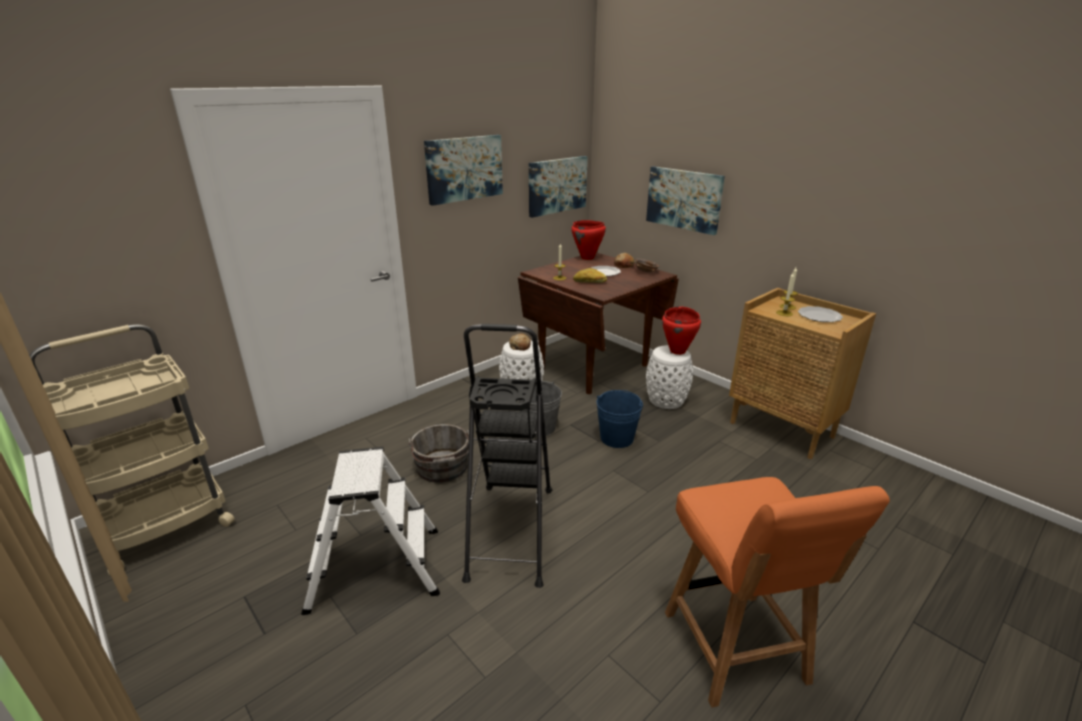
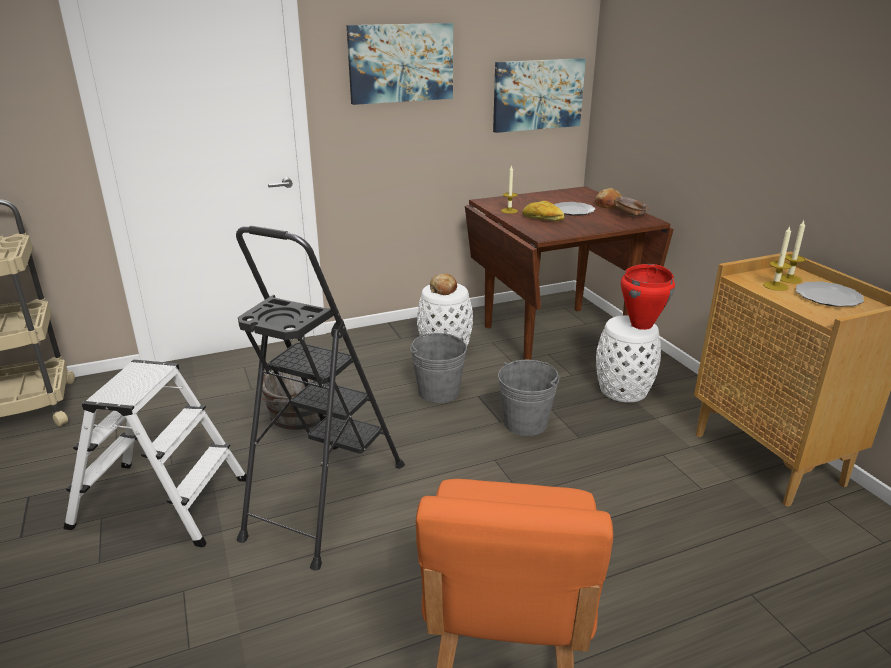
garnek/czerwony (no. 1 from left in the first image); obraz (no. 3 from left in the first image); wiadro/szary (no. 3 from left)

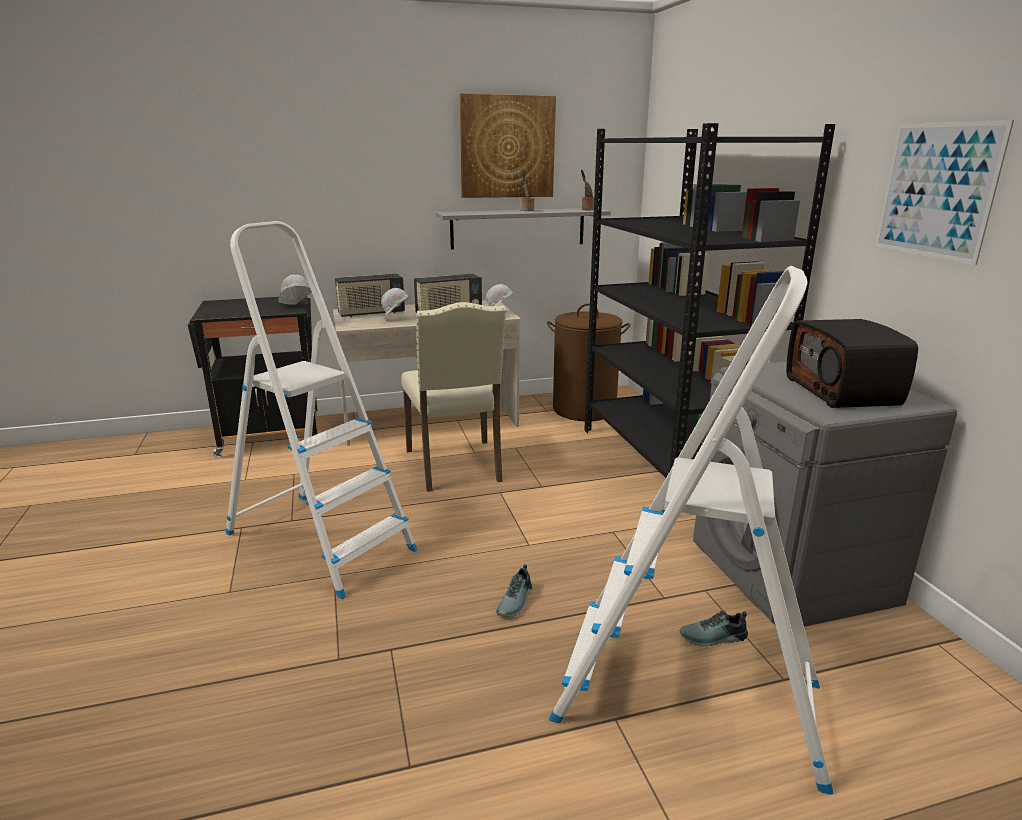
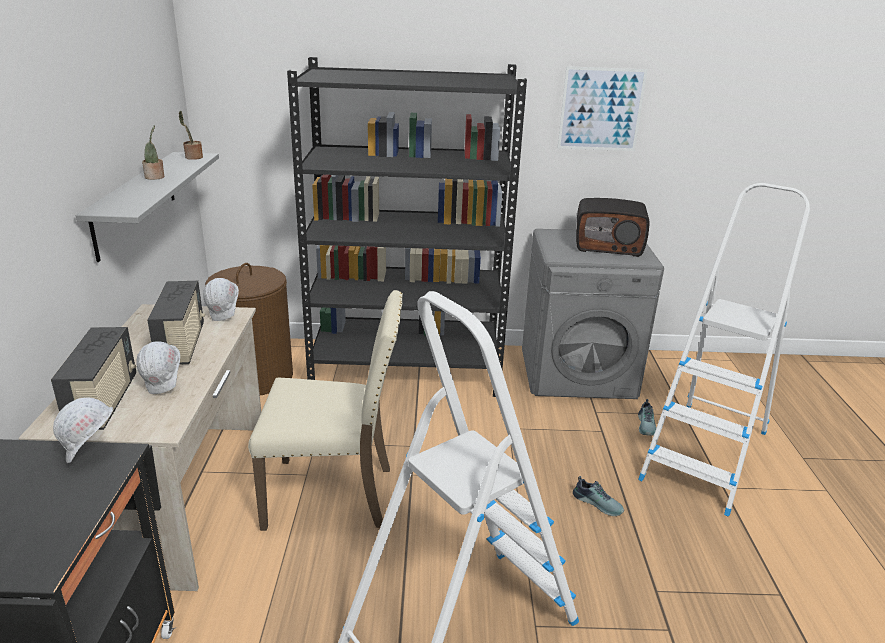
obraz (no. 1 from left in the first image)

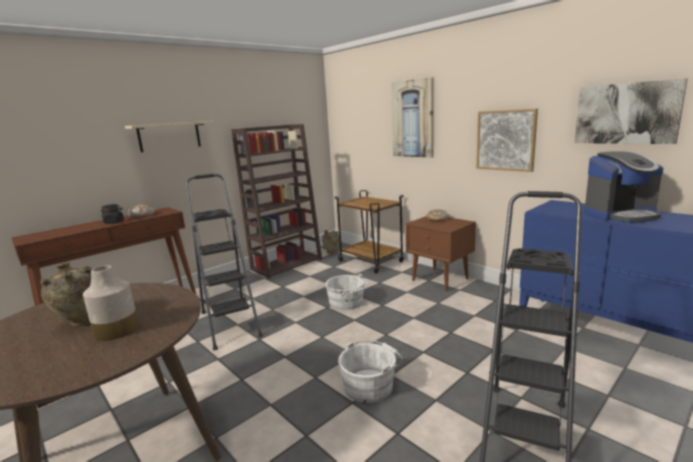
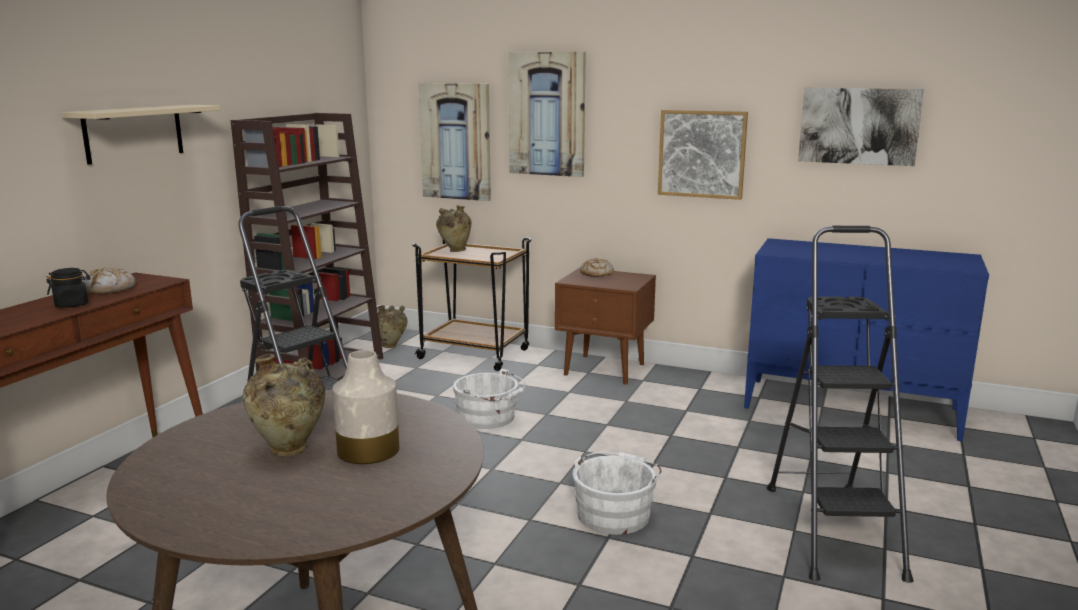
ekspres do kawy; obraz (no. 1 from left); wazon/beżowy (no. 4 from left)

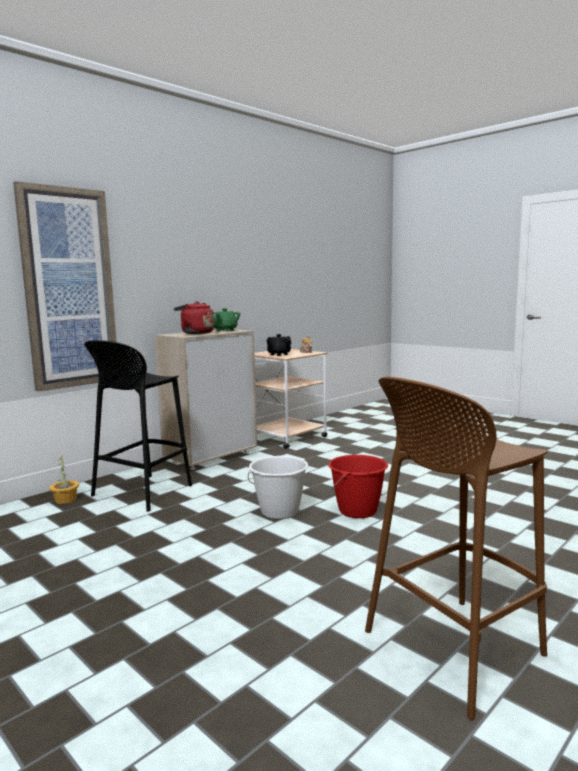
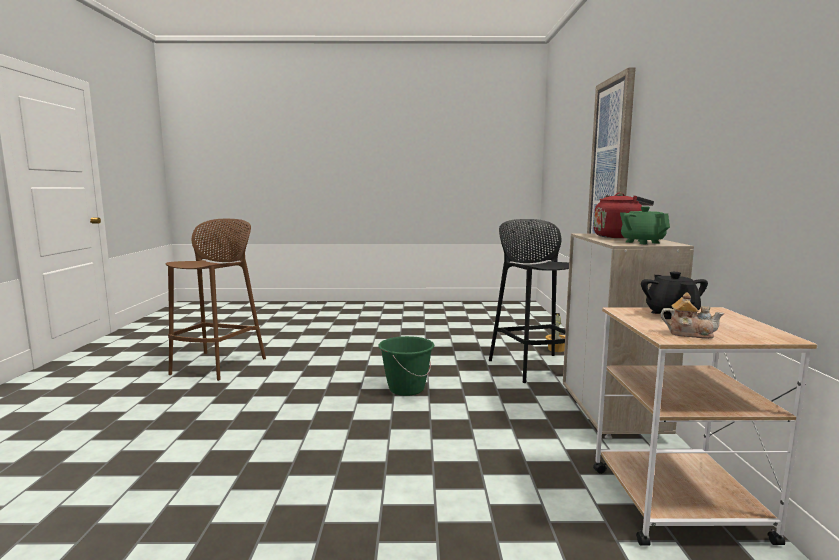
wiadro/czerwony; wiadro/zielony

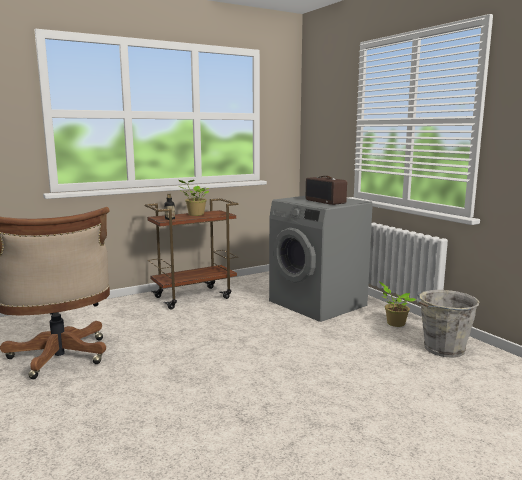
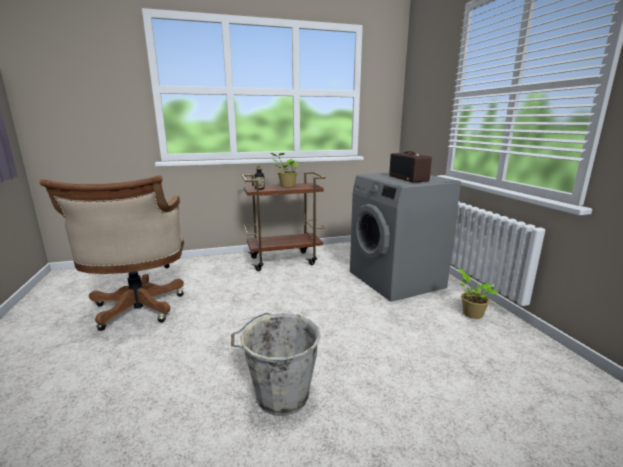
wiadro/szary

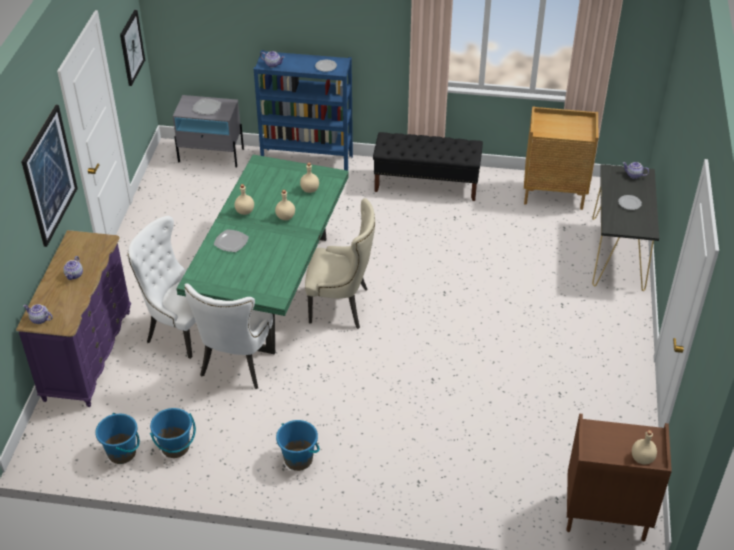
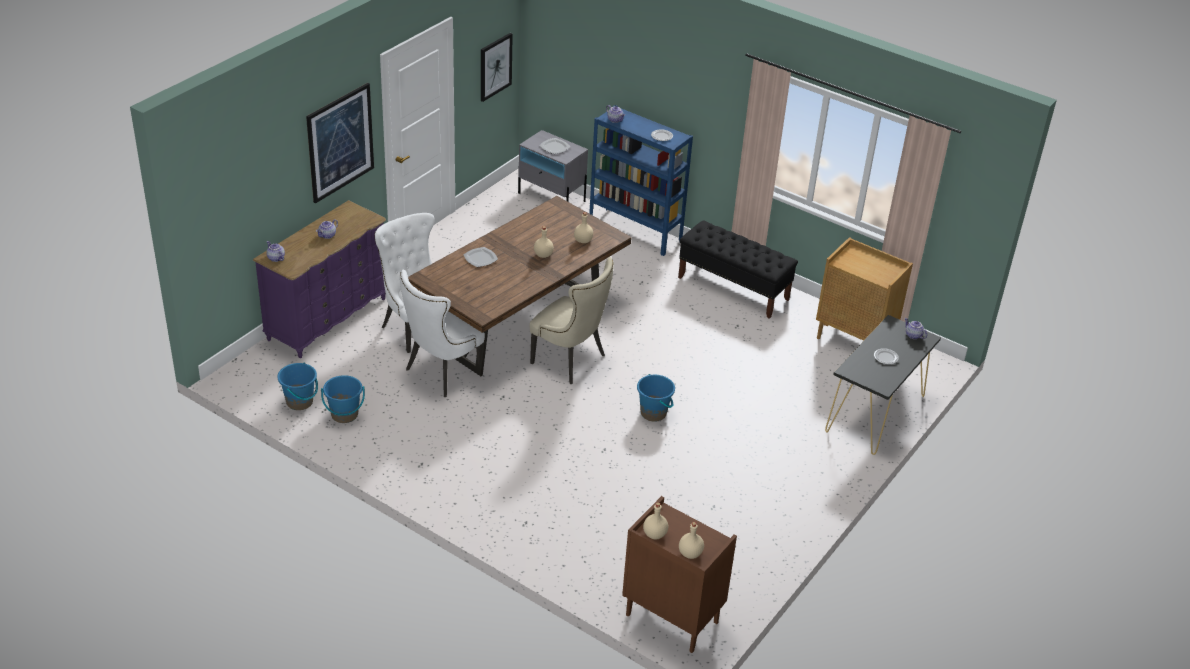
butelka/beżowy (no. 3 from left); wiadro/niebieski (no. 3 from left); stół jadalny/brązowy

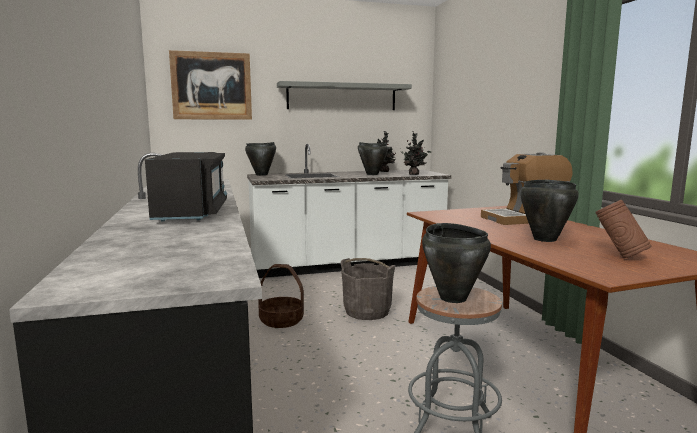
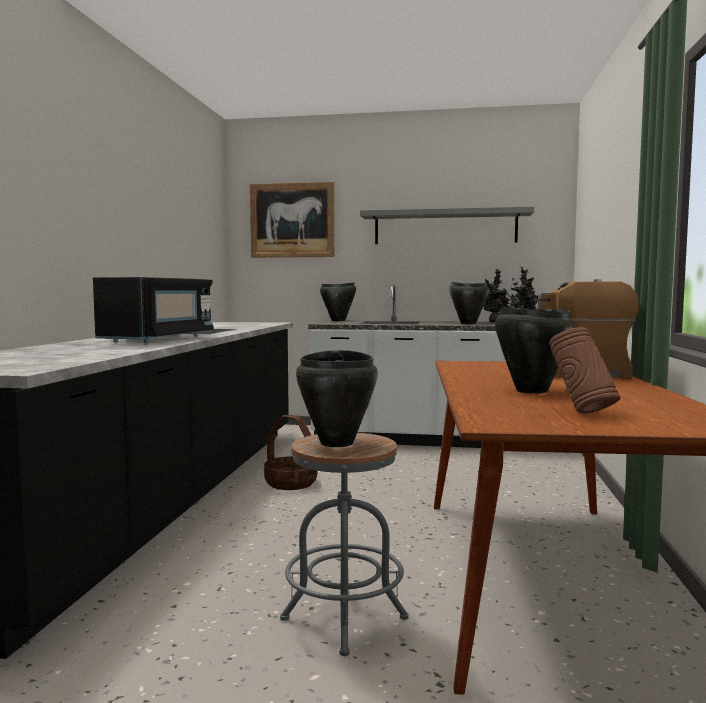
wiadro/szary

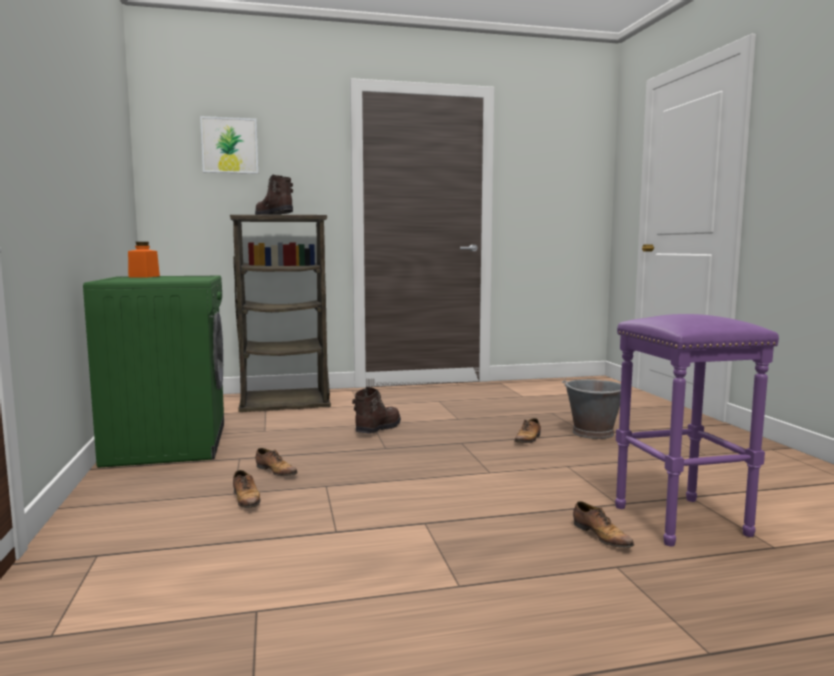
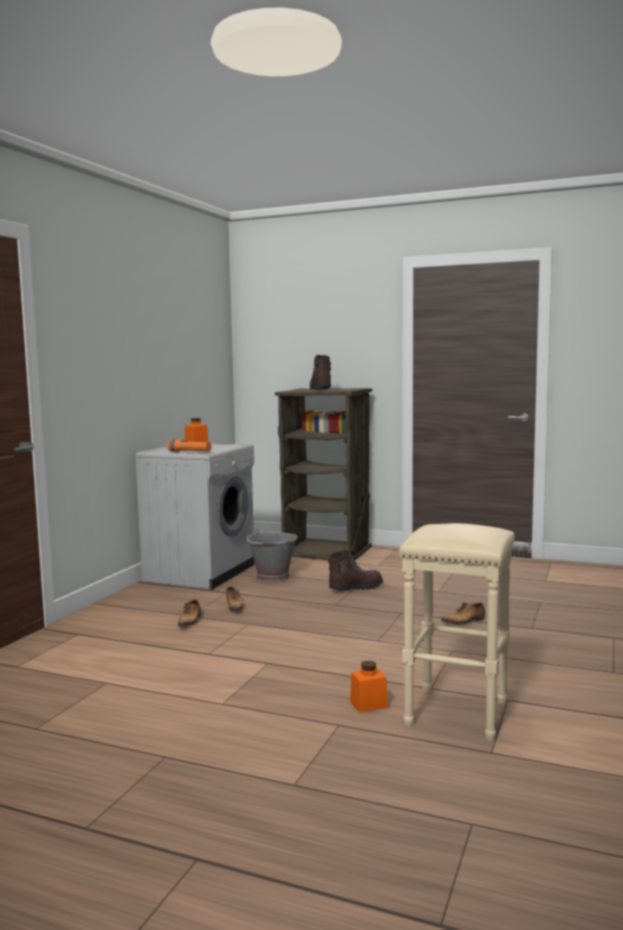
obraz; latarka/pomarańczowy; wiadro/szary; słoik/pomarańczowy (no. 2 from left); pralka/biały; stołek/beżowy

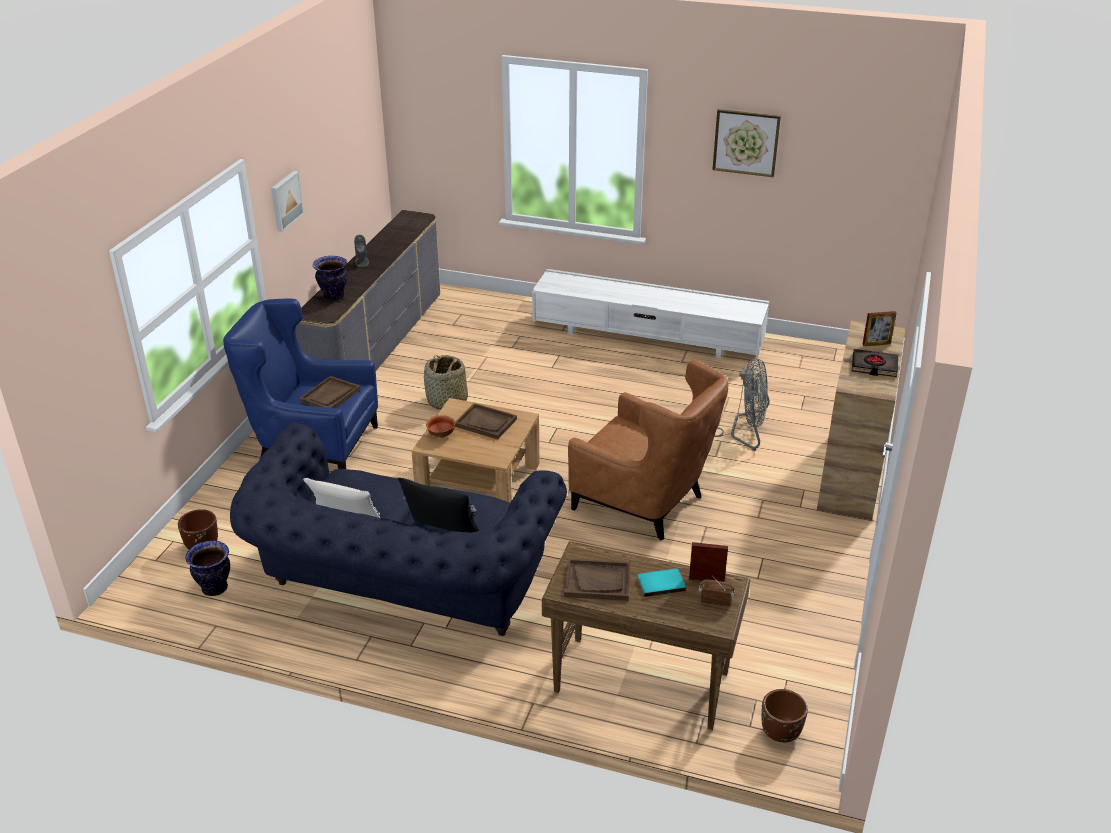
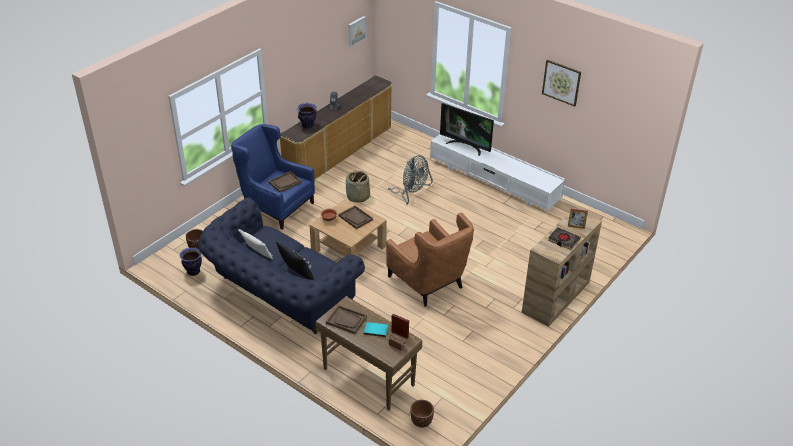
telewizor; obraz (no. 1 from left); wentylator/szary; szafka/brązowy

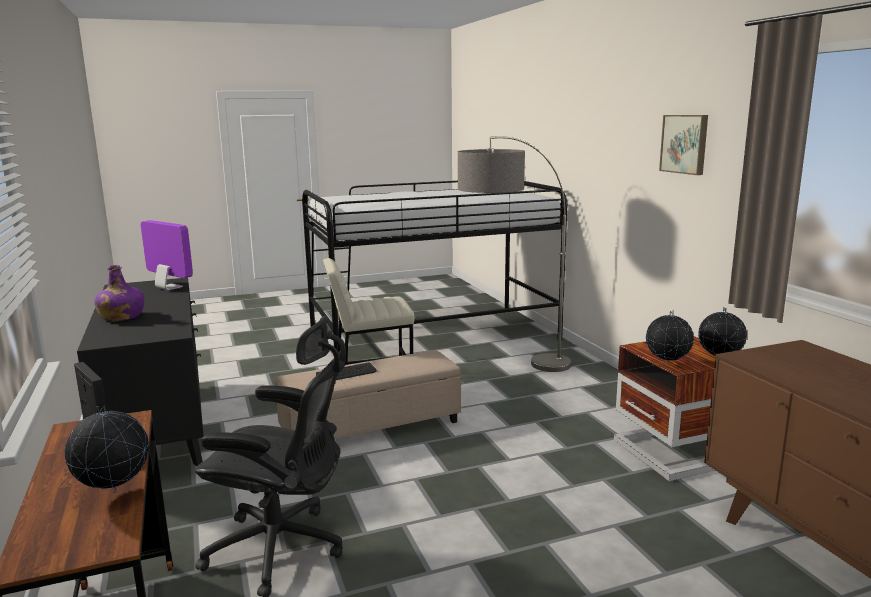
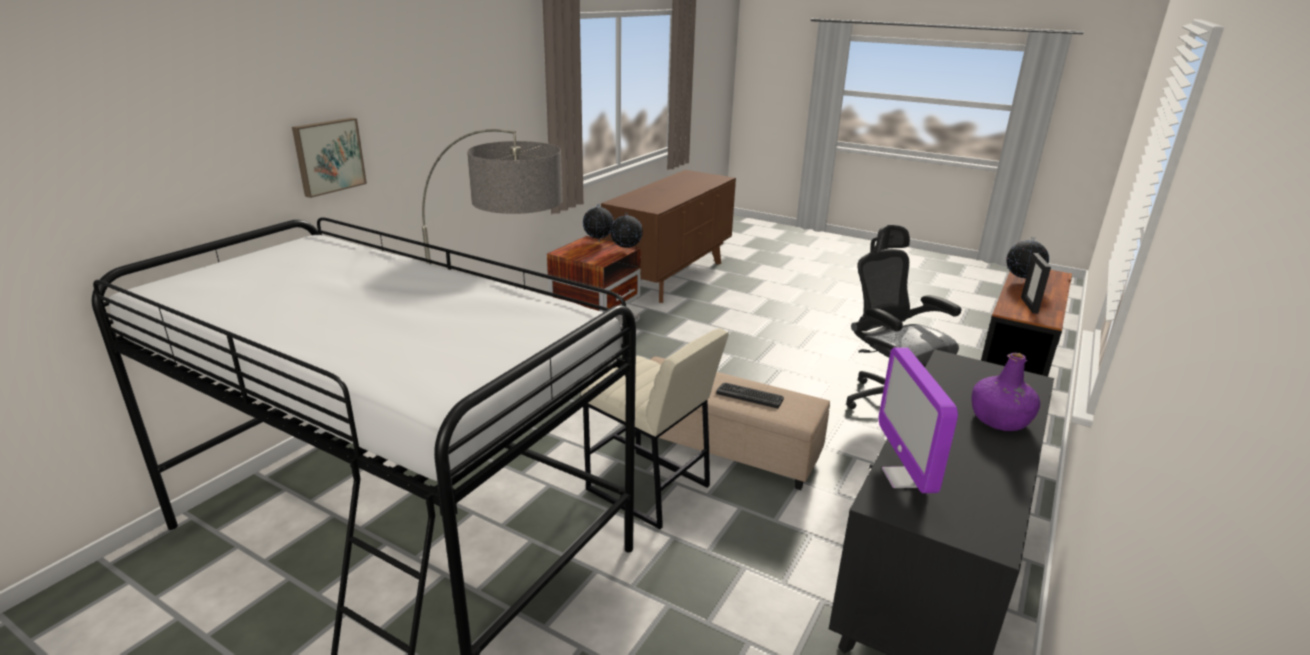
obraz

